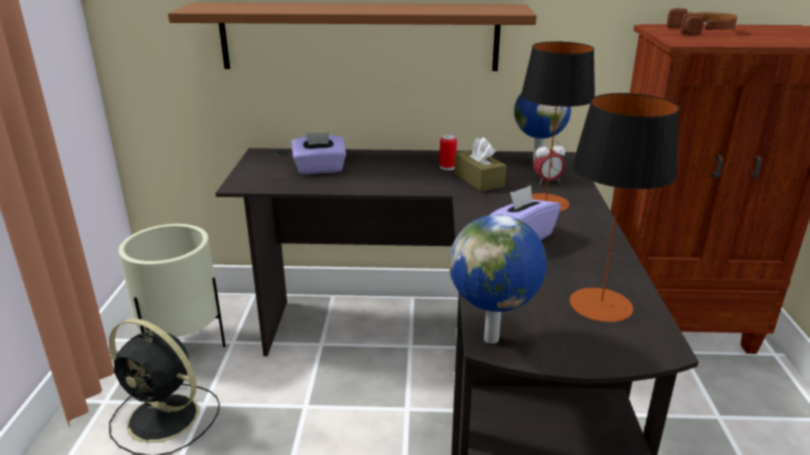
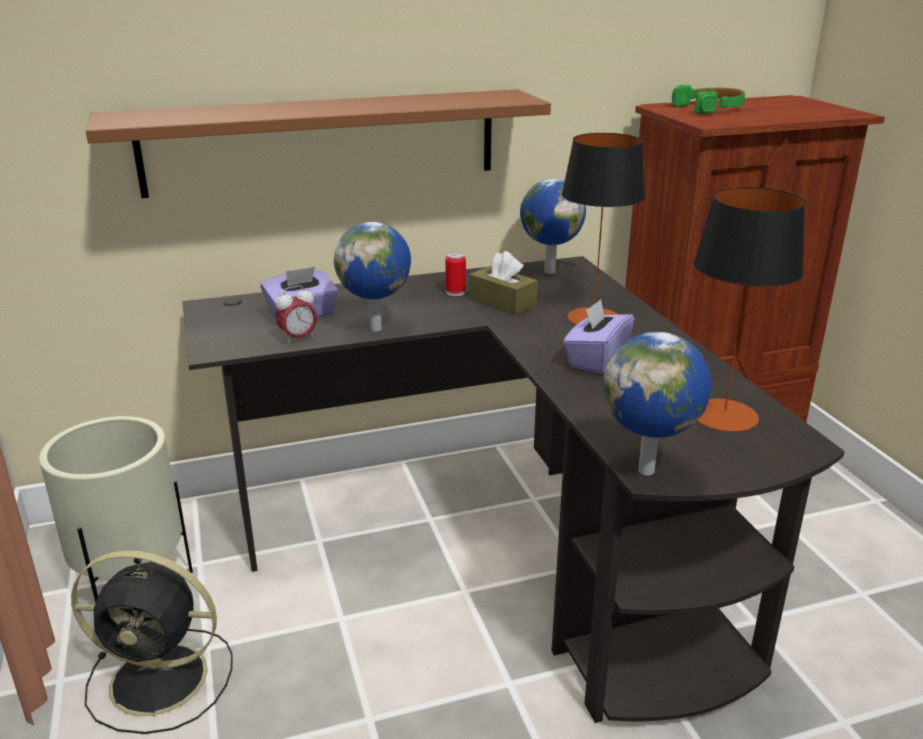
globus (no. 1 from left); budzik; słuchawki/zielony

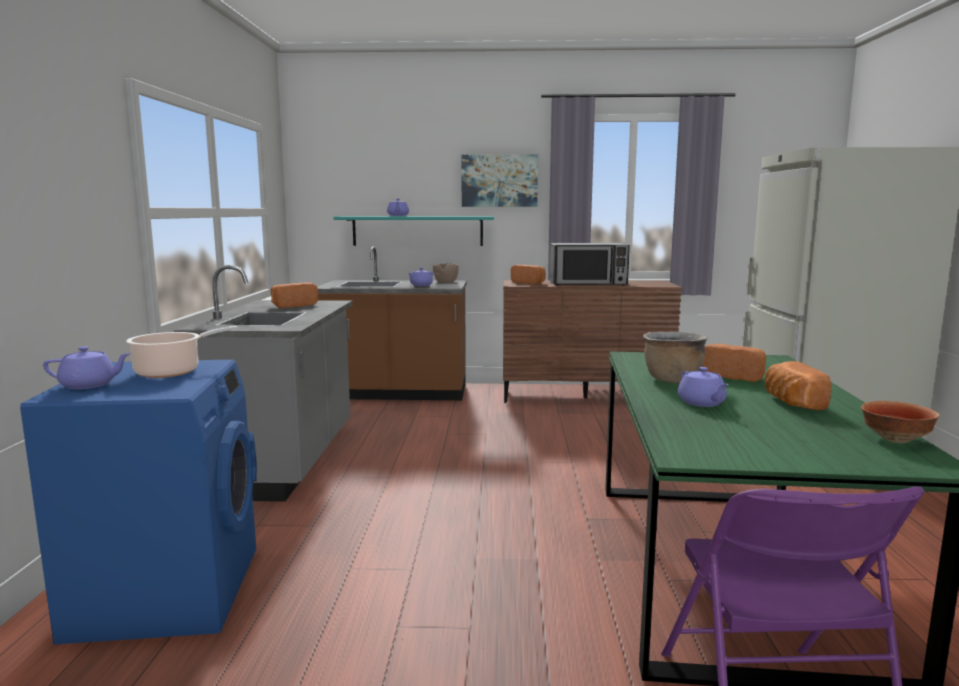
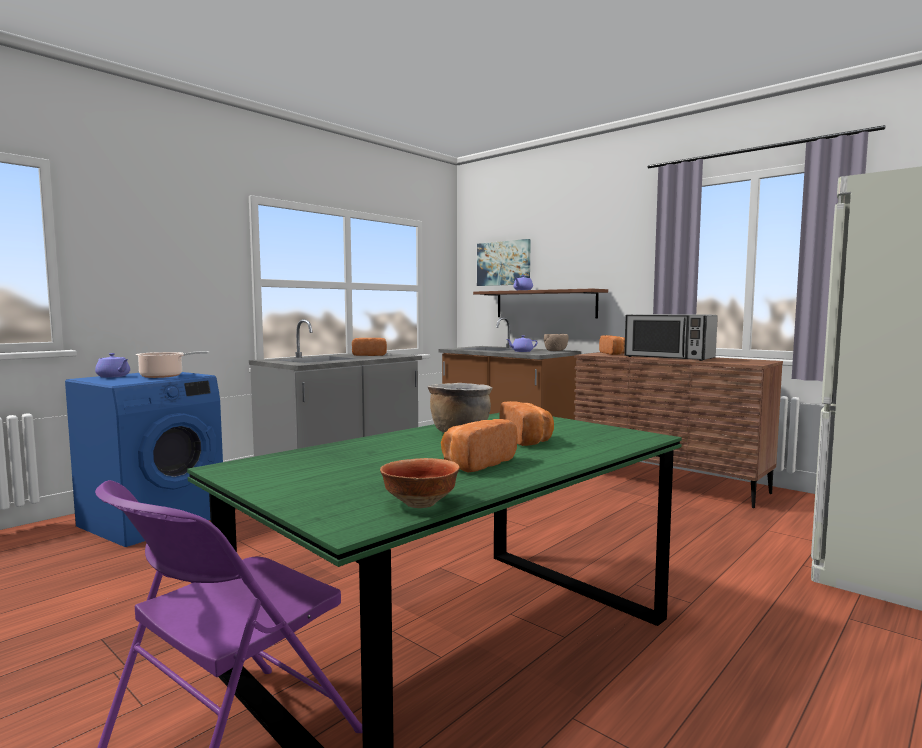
imbryk/fioletowy (no. 4 from left in the first image); obraz; półka/brązowy

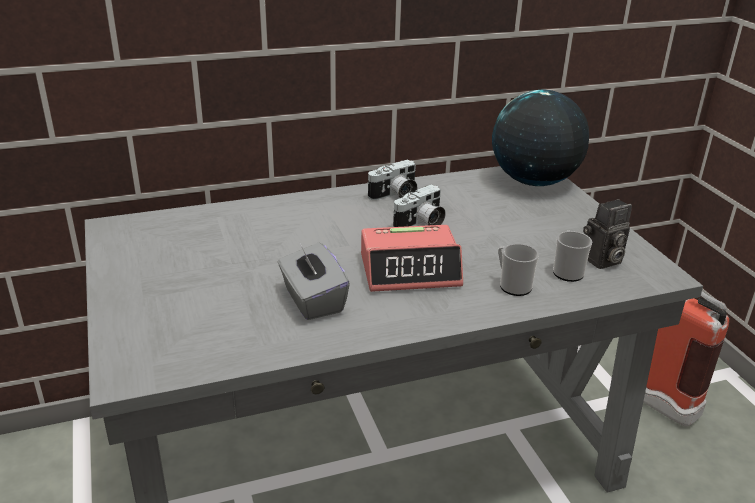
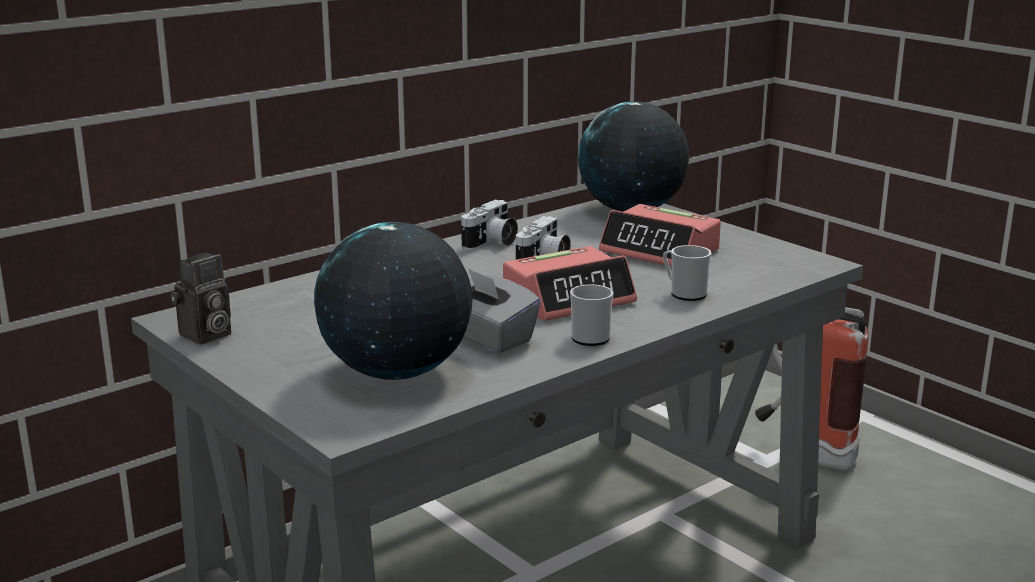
globus (no. 1 from left); budzik (no. 2 from left); kubek (no. 1 from left); aparat fotograficzny (no. 1 from left)

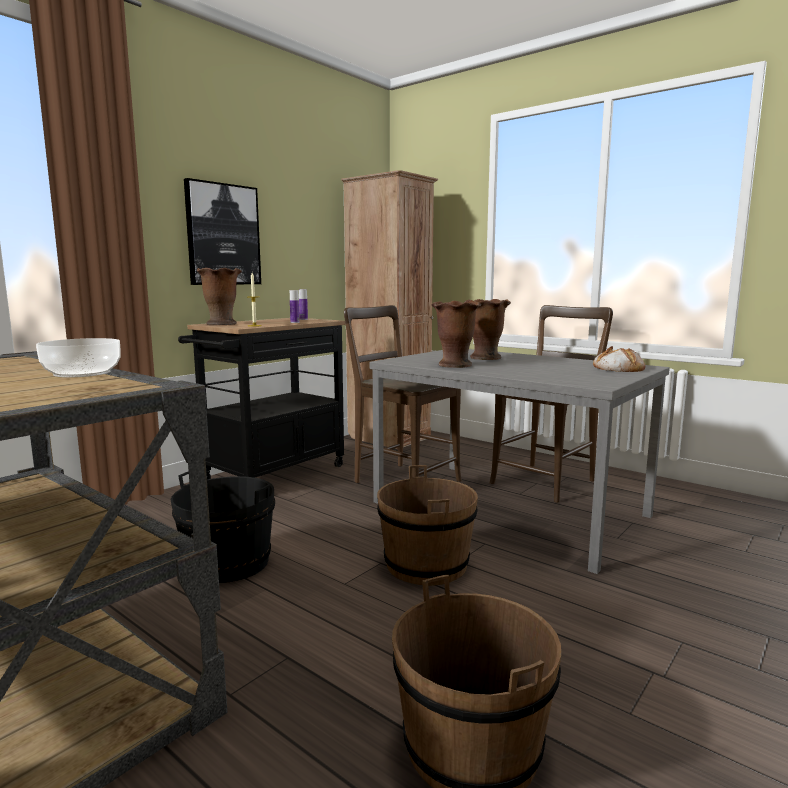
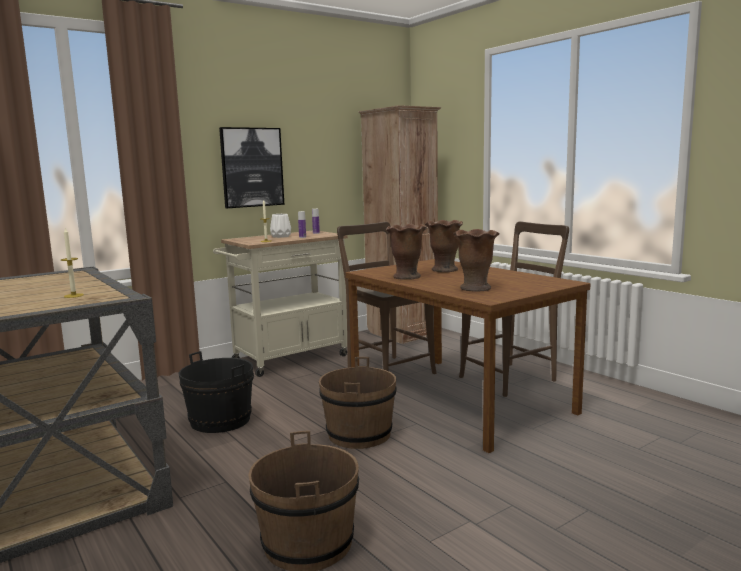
miska; chleb; świeca (no. 1 from left); wazon/biały; wazon/brązowy (no. 3 from left); wózek/beżowy; stół jadalny/brązowy

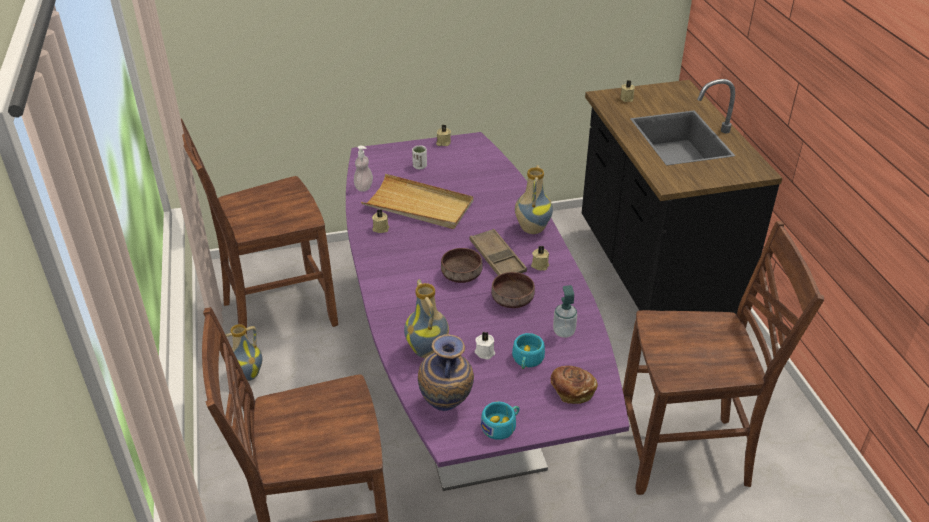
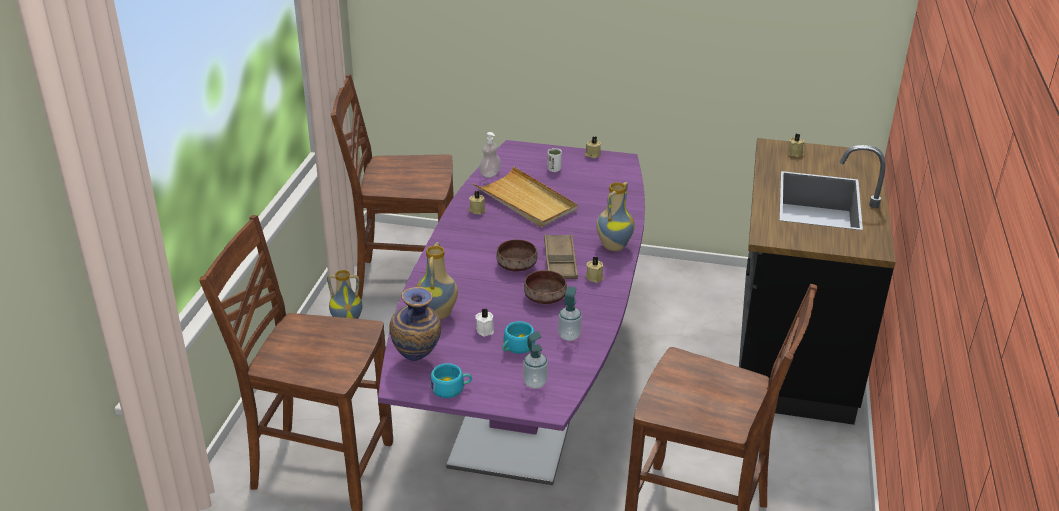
dozownik mydła (no. 2 from left)

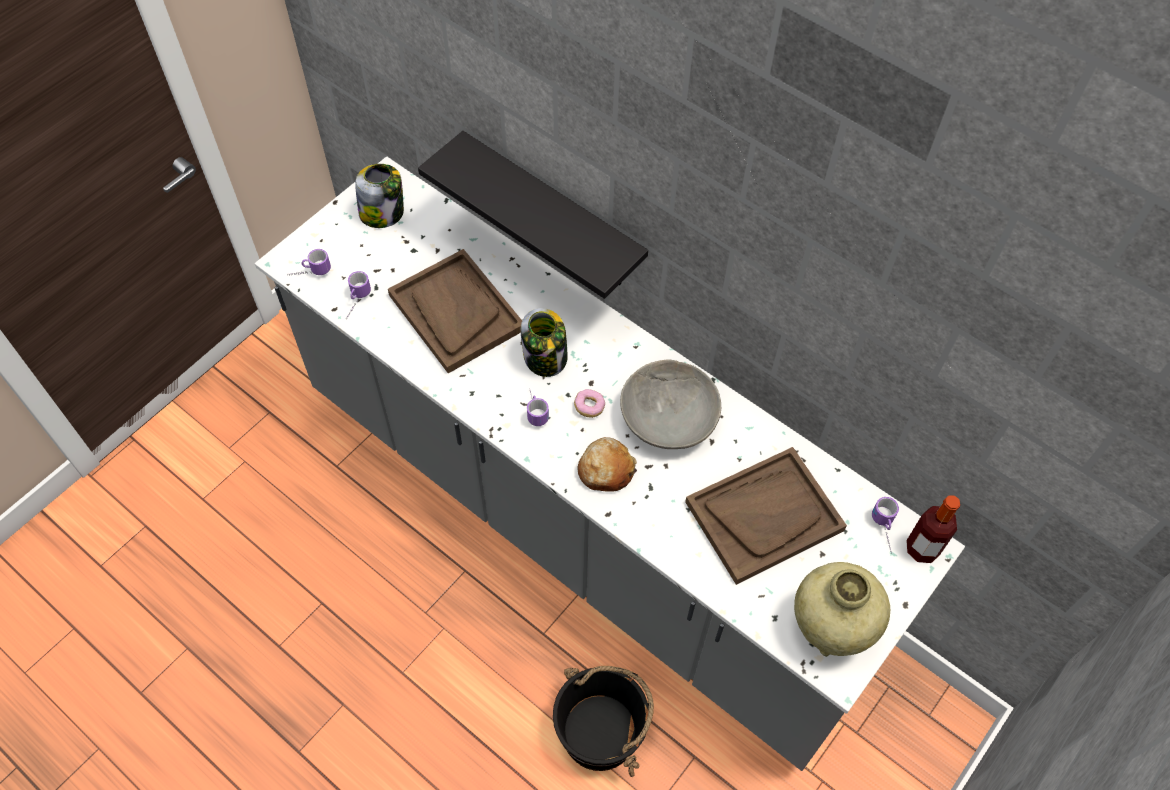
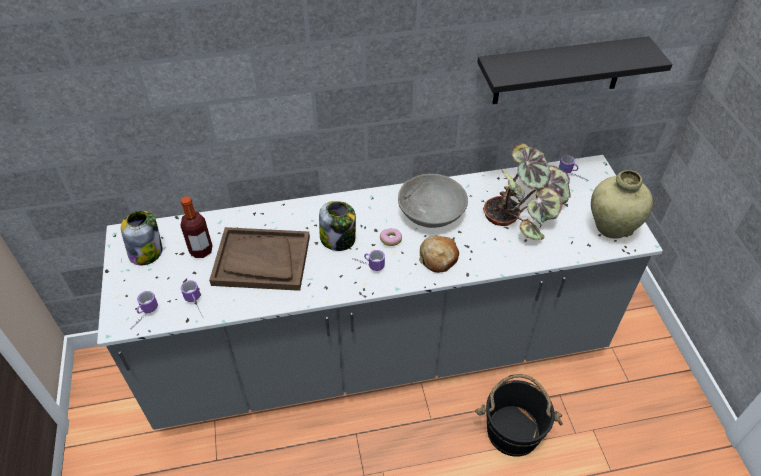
półka/czarny; butelka; roślina doniczkowa

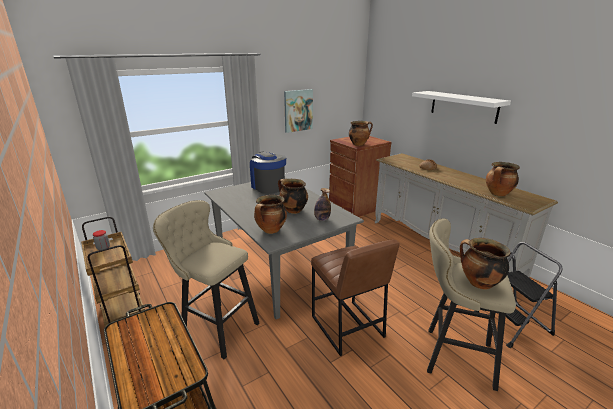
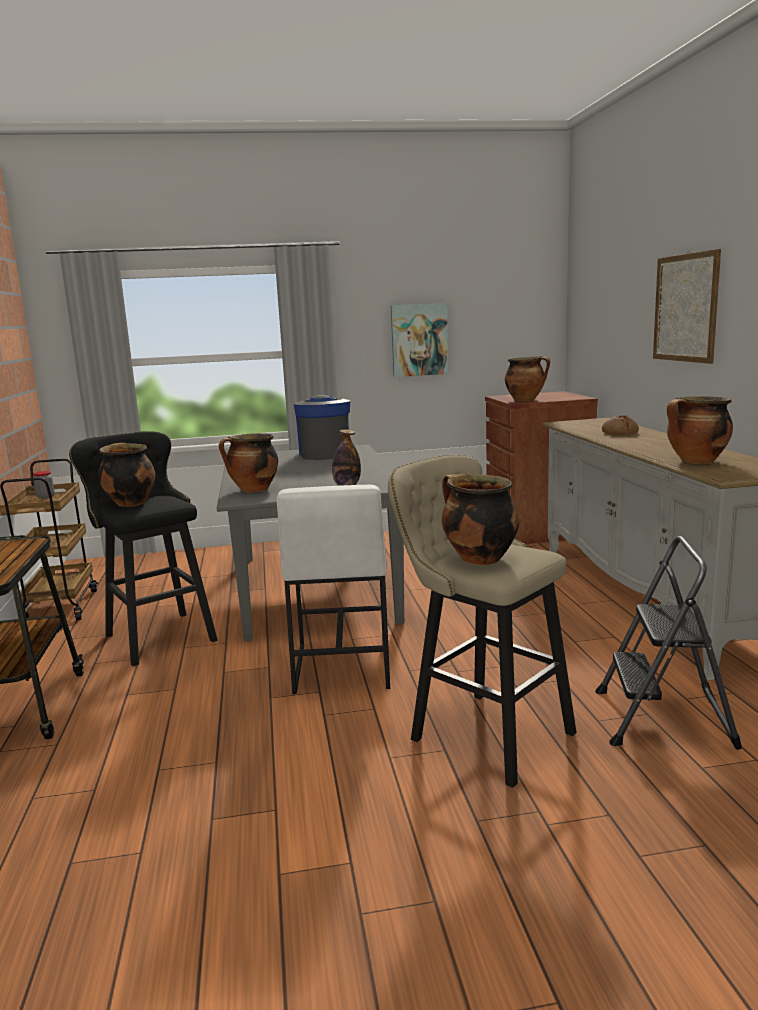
garnek (no. 1 from left); obraz (no. 2 from left); stołek/czarny; krzesło/biały

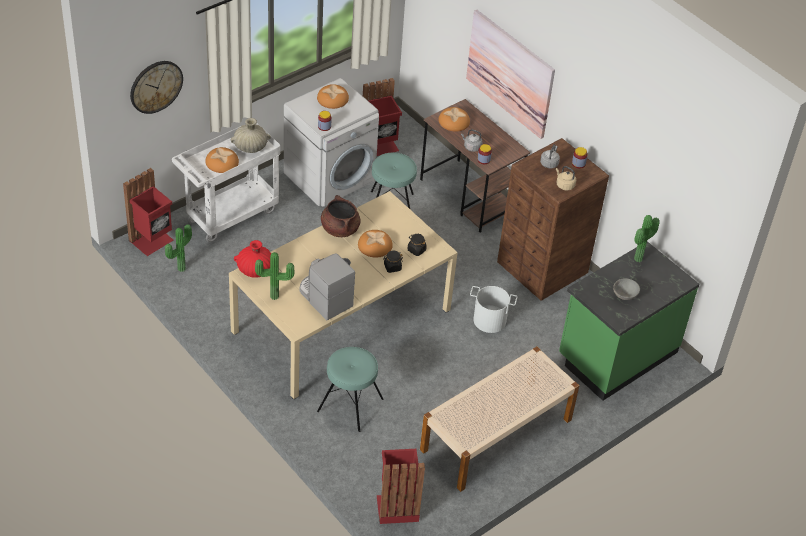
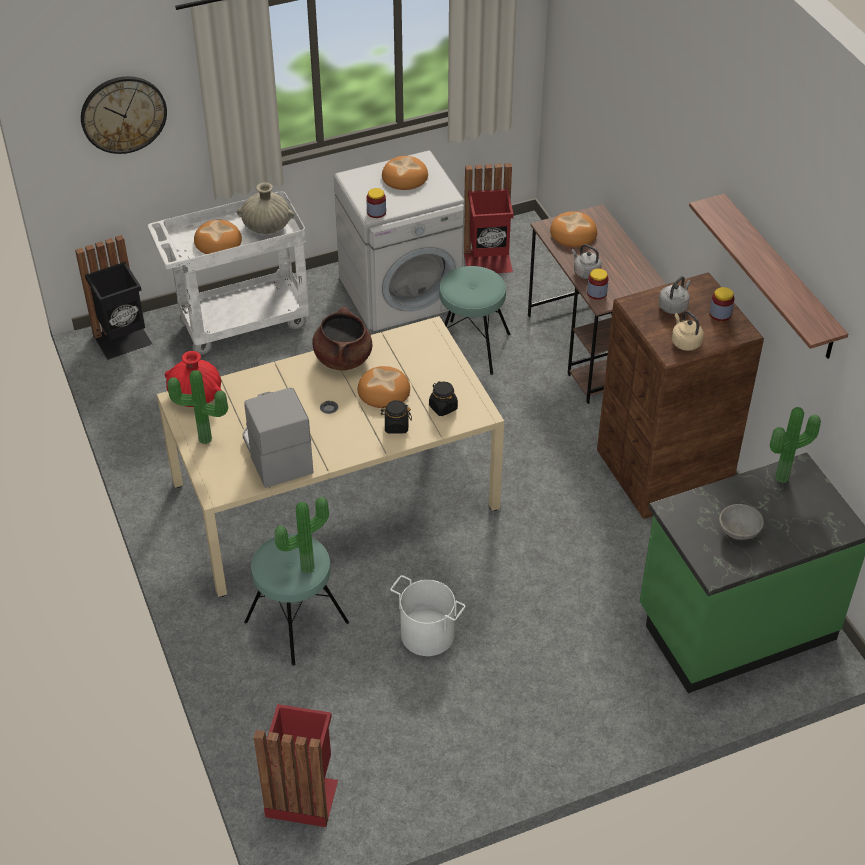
ławka/beżowy; obraz; półka; roślina doniczkowa (no. 2 from left); wiadro/biały; kosz na śmieci/czarny

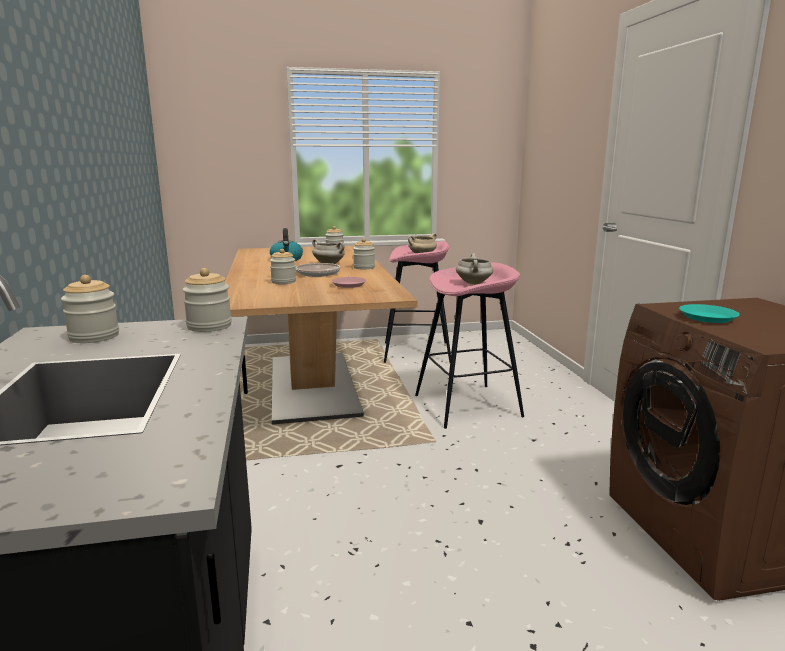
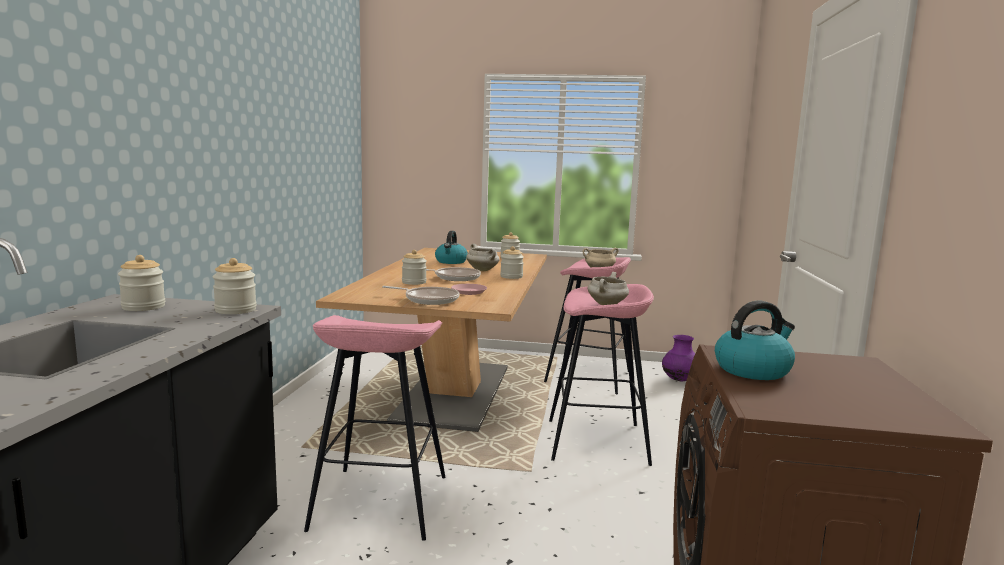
stołek/różowy (no. 1 from left); patelnia (no. 1 from left); wazon/fioletowy; czajnik (no. 2 from left)

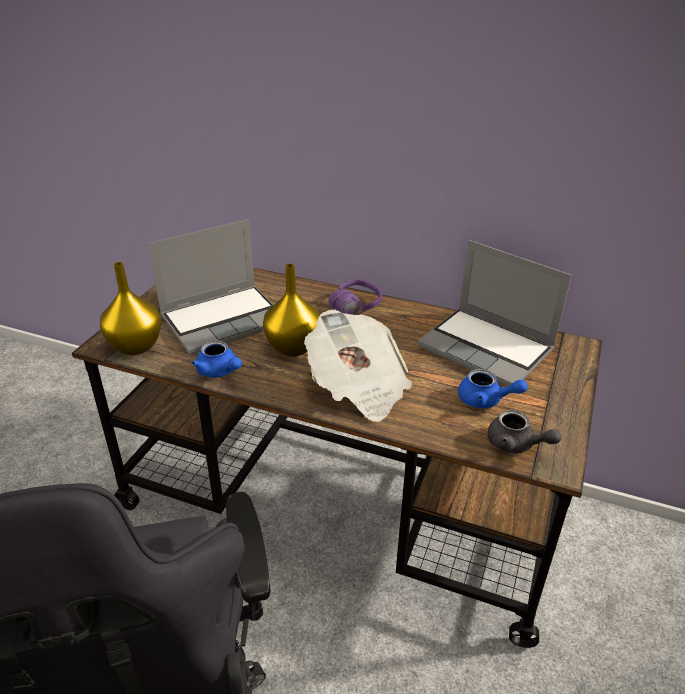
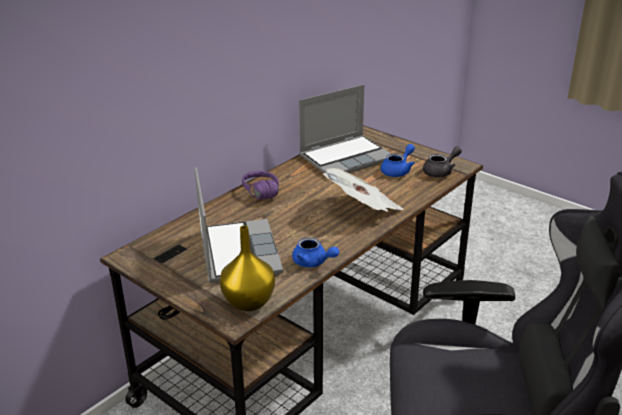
wazon/żółty (no. 2 from left in the first image); imbryk/niebieski (no. 1 from left)

